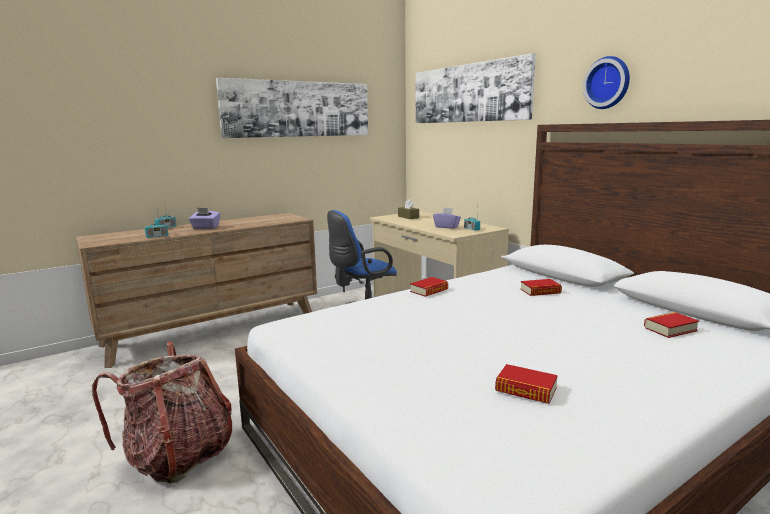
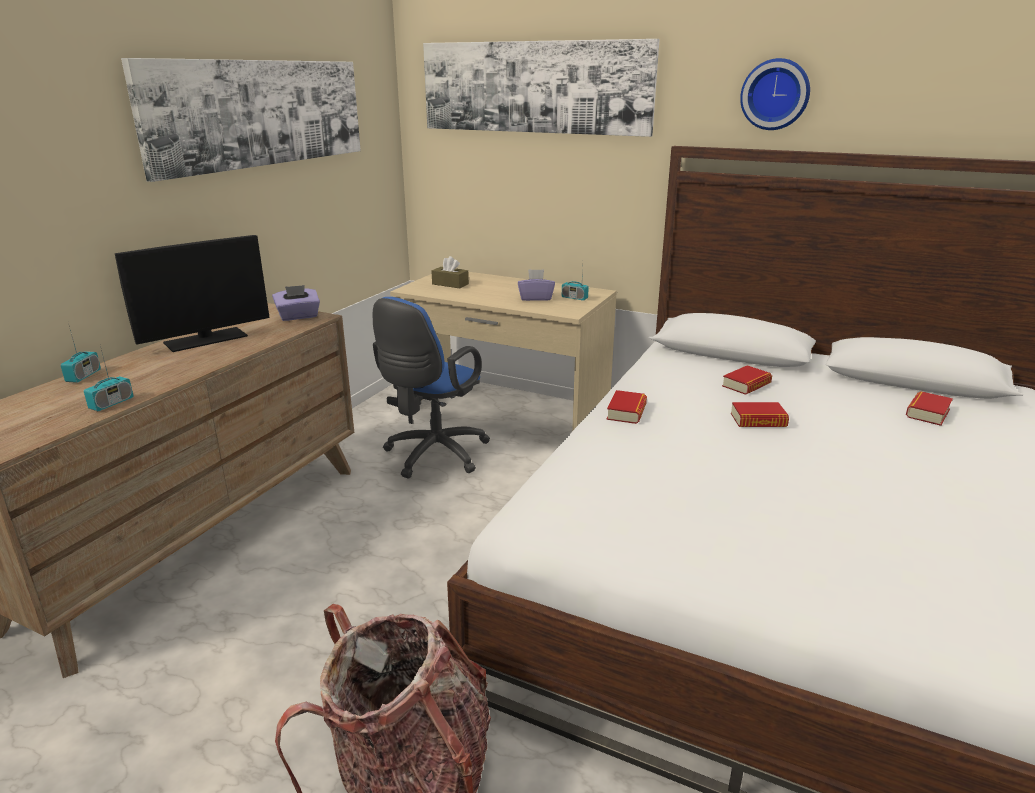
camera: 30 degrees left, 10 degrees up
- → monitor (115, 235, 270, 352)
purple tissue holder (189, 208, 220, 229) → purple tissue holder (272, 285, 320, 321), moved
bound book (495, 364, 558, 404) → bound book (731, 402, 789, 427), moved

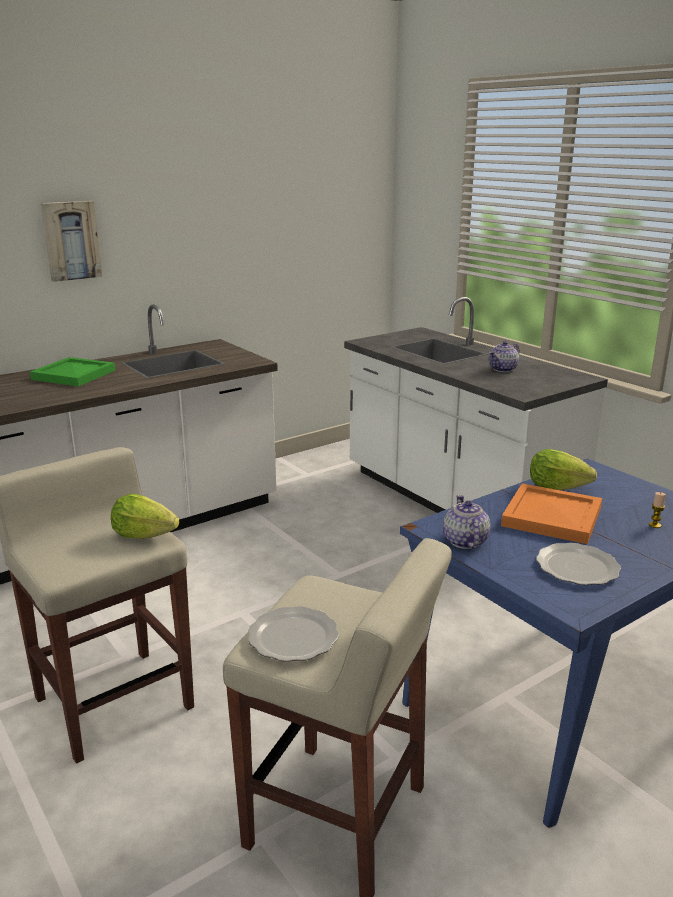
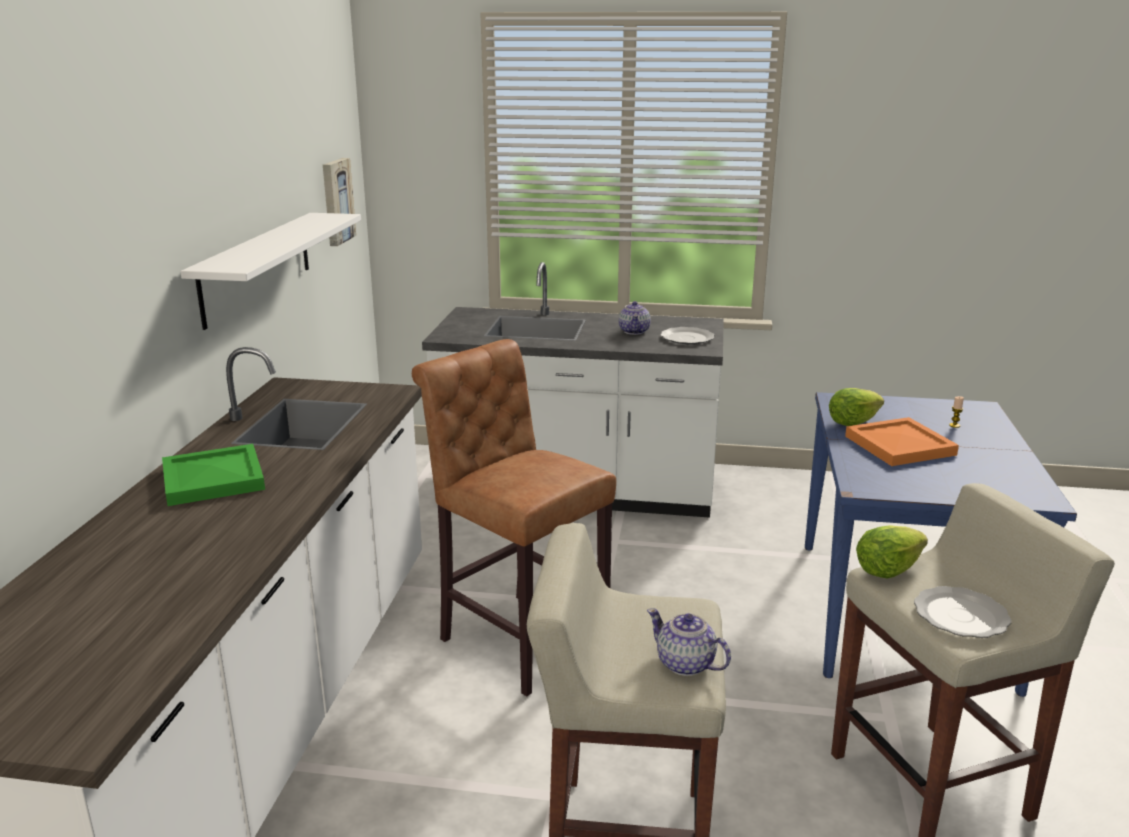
camera: 45 degrees left, 0 degrees up
- → white bracket shelf (180, 213, 361, 330)
- → brown-coloured stool seat (412, 339, 616, 696)
wall art (41, 201, 102, 282) → wall art (323, 158, 356, 246), moved
lettuce head (111, 494, 179, 539) → lettuce head (856, 525, 928, 579), moved
teapot (443, 495, 490, 549) → teapot (647, 608, 731, 676), moved
flat dish (536, 543, 621, 585) → flat dish (661, 327, 714, 344), moved

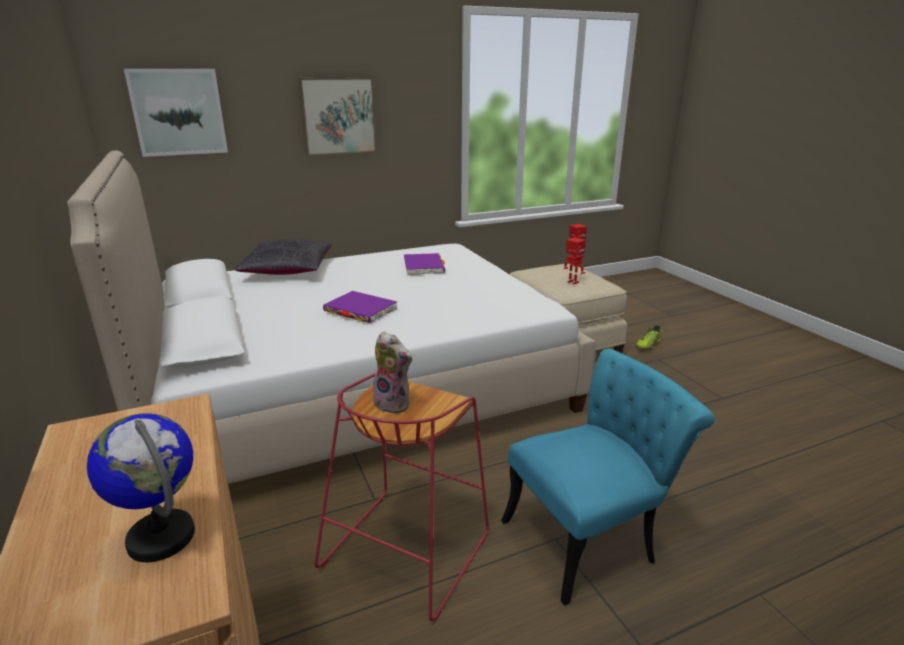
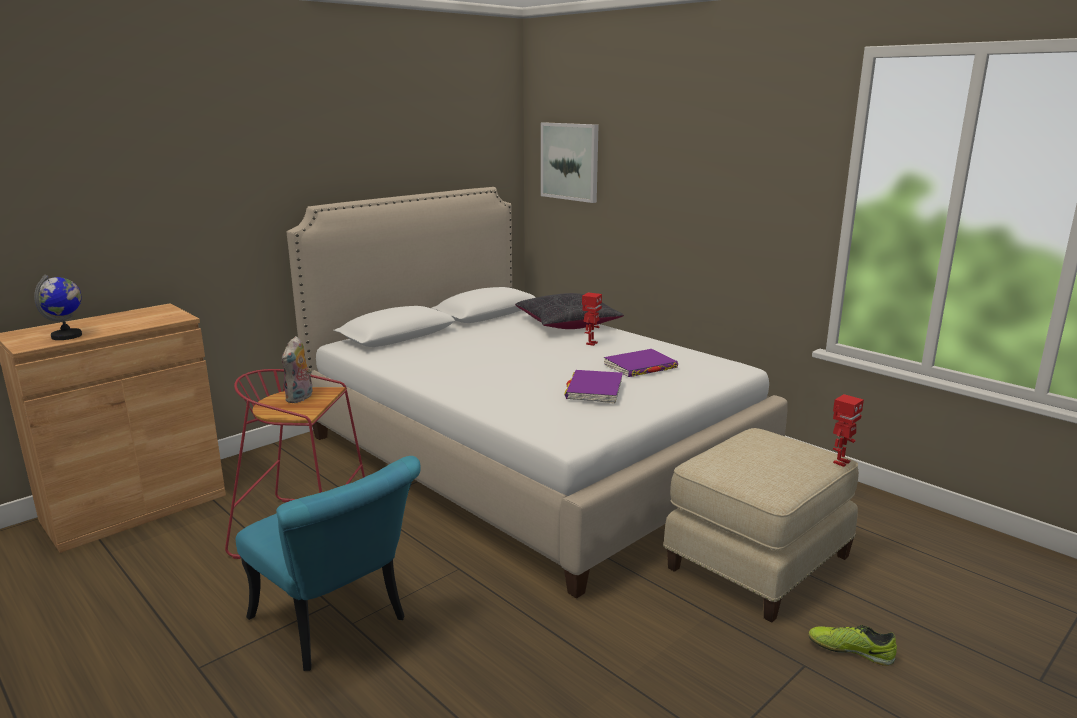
camera: 70 degrees right, 5 degrees down
wall art (298, 77, 377, 156) → -
purple bound book (323, 291, 397, 323) → purple bound book (564, 370, 623, 404), moved
robot figure (564, 237, 586, 284) → robot figure (582, 292, 602, 346), moved

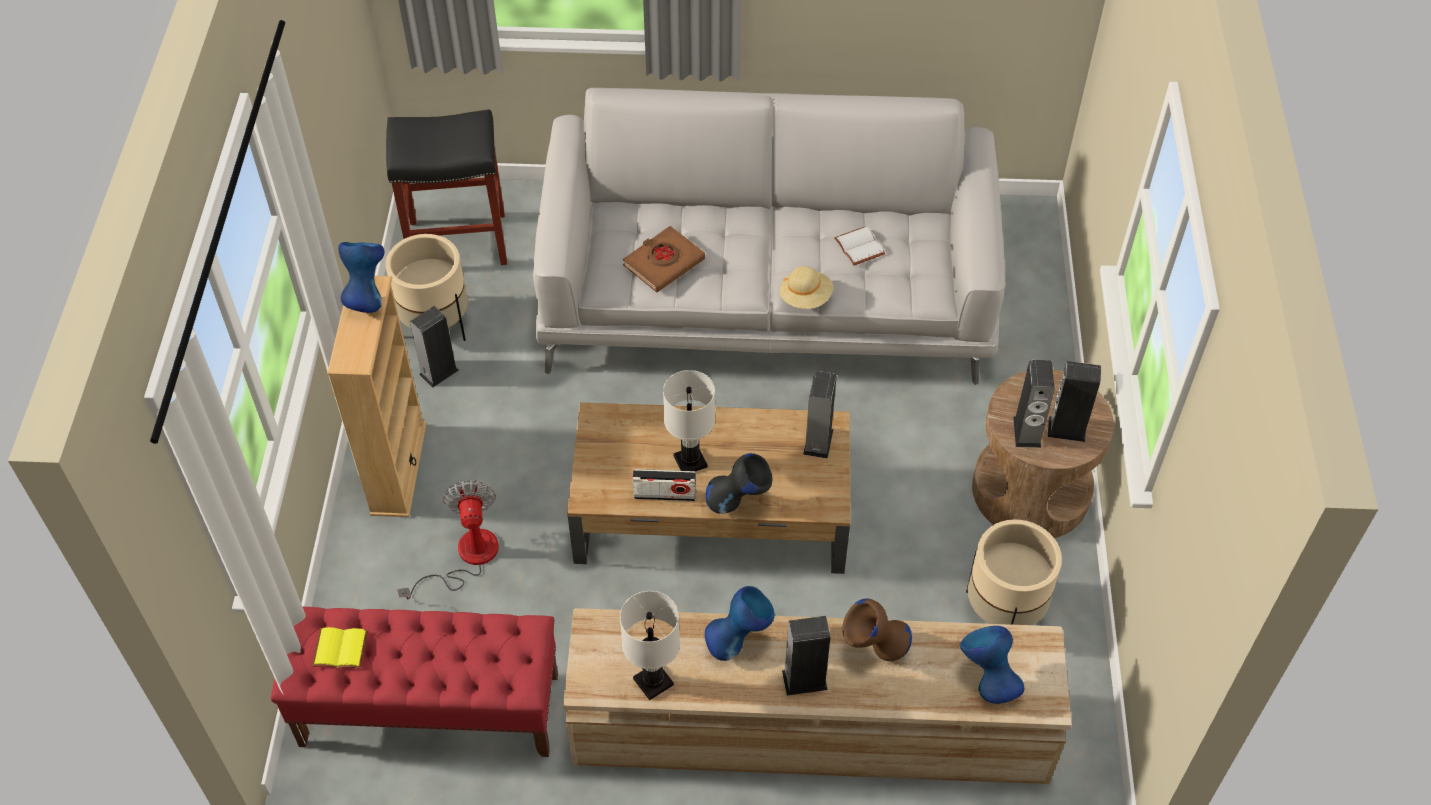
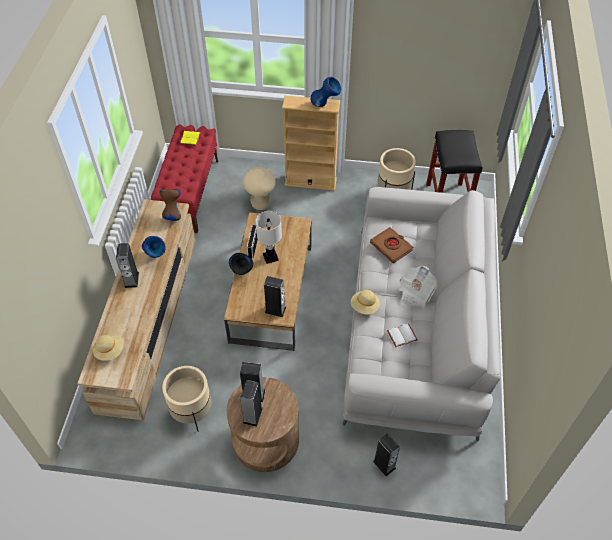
camera: 95 degrees right, 0 degrees up
white table lamp (620, 591, 680, 700) → -
- → newspaper (399, 266, 437, 307)
loudspeaker (410, 306, 459, 388) → loudspeaker (373, 434, 400, 476), moved
brown-coloured flower vase (842, 598, 912, 661) → brown-coloured flower vase (159, 189, 181, 221), moved
cooling fan (397, 480, 499, 600) → sand-coloured stool seat (243, 167, 276, 210)
blue flower vase (960, 626, 1024, 704) → sand-coloured clothing hat (93, 334, 124, 361)

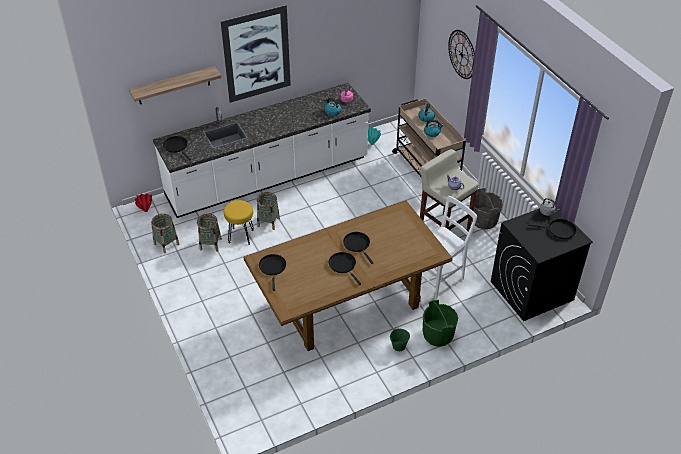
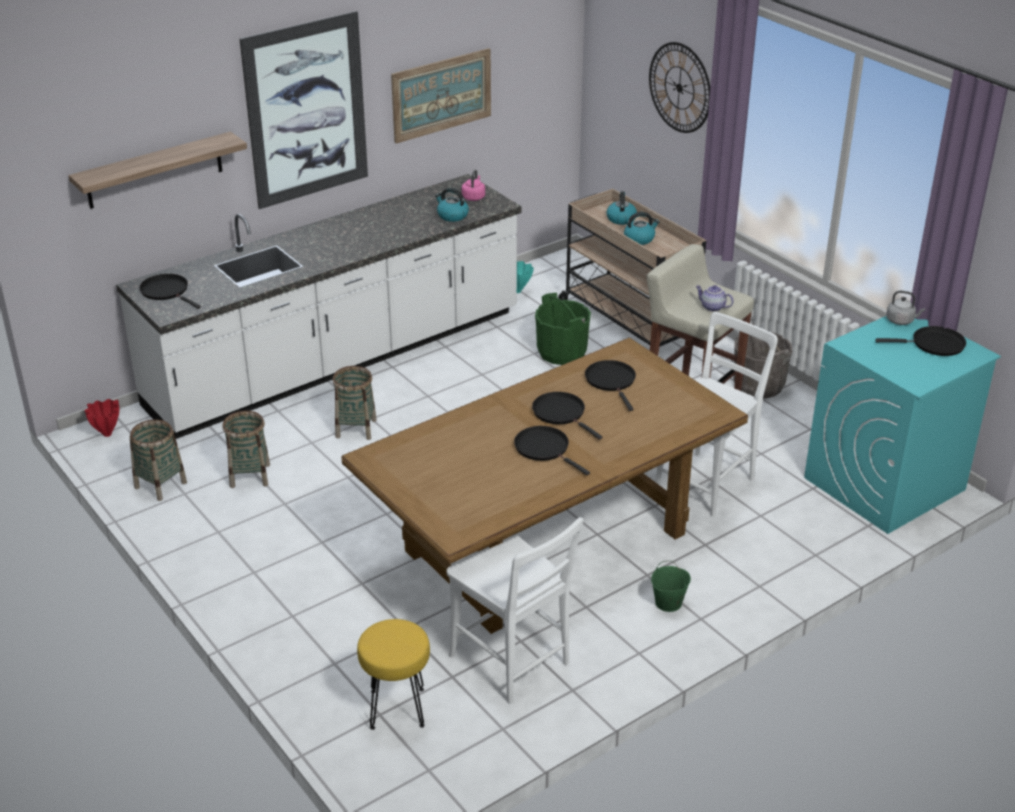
camera: 10 degrees left, 10 degrees down
- → wall art (391, 48, 491, 144)
- → white upright chair (447, 517, 584, 703)
yellow-coloured stool seat (224, 200, 254, 245) → yellow-coloured stool seat (357, 619, 430, 730), moved
black-coloured pan (259, 254, 286, 291) → black-coloured pan (585, 360, 636, 411), moved
green water bucket (423, 300, 458, 347) → green water bucket (535, 293, 591, 365), moved
black-coloured washing machine (491, 203, 593, 321) → turquoise washing machine (804, 316, 1001, 534)

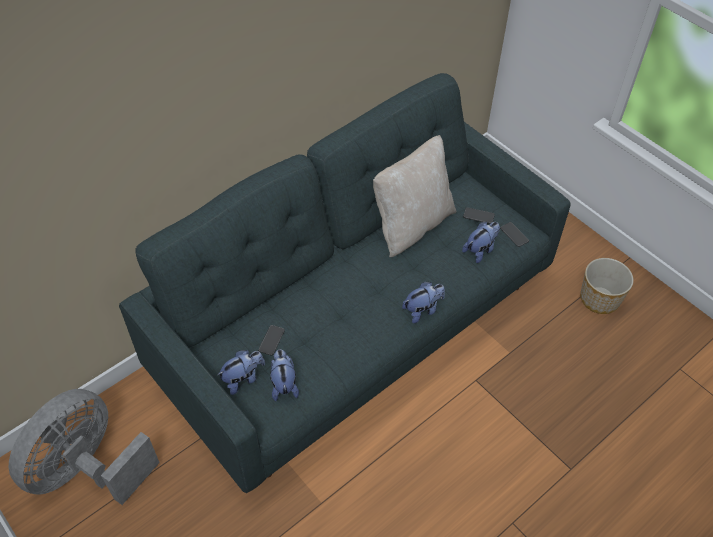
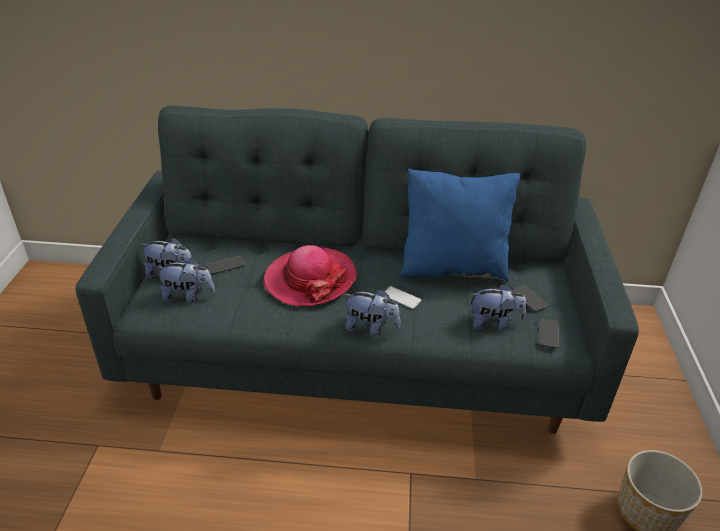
camera: 45 degrees right, 15 degrees down
gray cooling fan (9, 389, 160, 505) → -
- → clothing hat (263, 245, 357, 307)
- → telephone (384, 286, 422, 309)
sand-coloured cushion (373, 135, 456, 257) → blue cushion (399, 169, 521, 282)
plush toy (270, 349, 299, 401) → plush toy (155, 258, 215, 303), 60 degrees clockwise

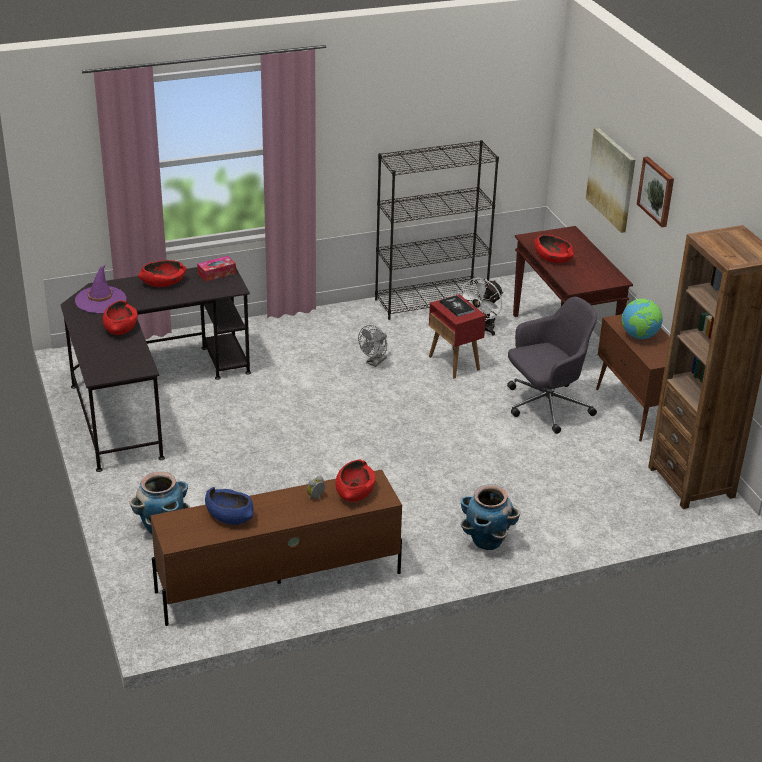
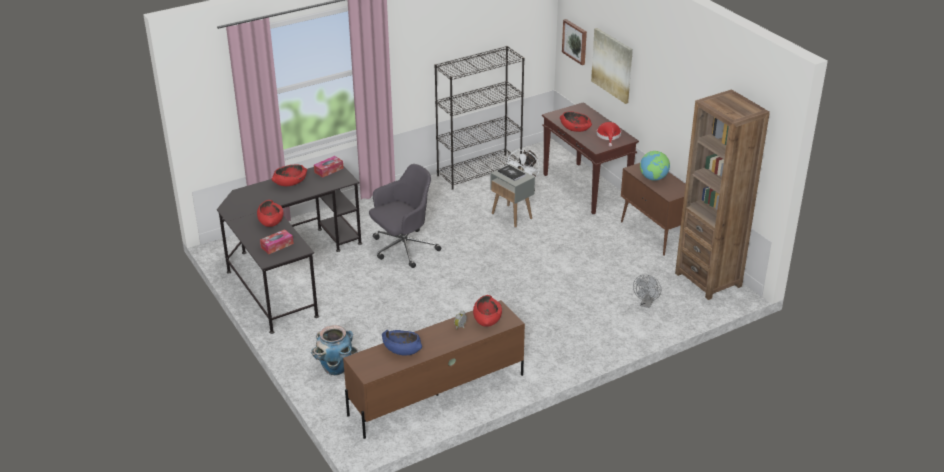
camera: 10 degrees left, 0 degrees up
purple clothing hat (75, 265, 127, 313) → -
flower pot (461, 484, 520, 550) → -
- → tissue holder (260, 229, 294, 254)
- → reddish clothing hat (597, 122, 621, 147)
gray cooling fan (358, 325, 387, 367) → gray cooling fan (633, 275, 661, 308), moved
gray desk chair (507, 297, 597, 434) → gray desk chair (369, 164, 441, 268), moved
wall art (637, 157, 674, 227) → wall art (562, 19, 587, 65), moved
reddish accent table (429, 294, 486, 379) → gray accent table (491, 164, 535, 228)

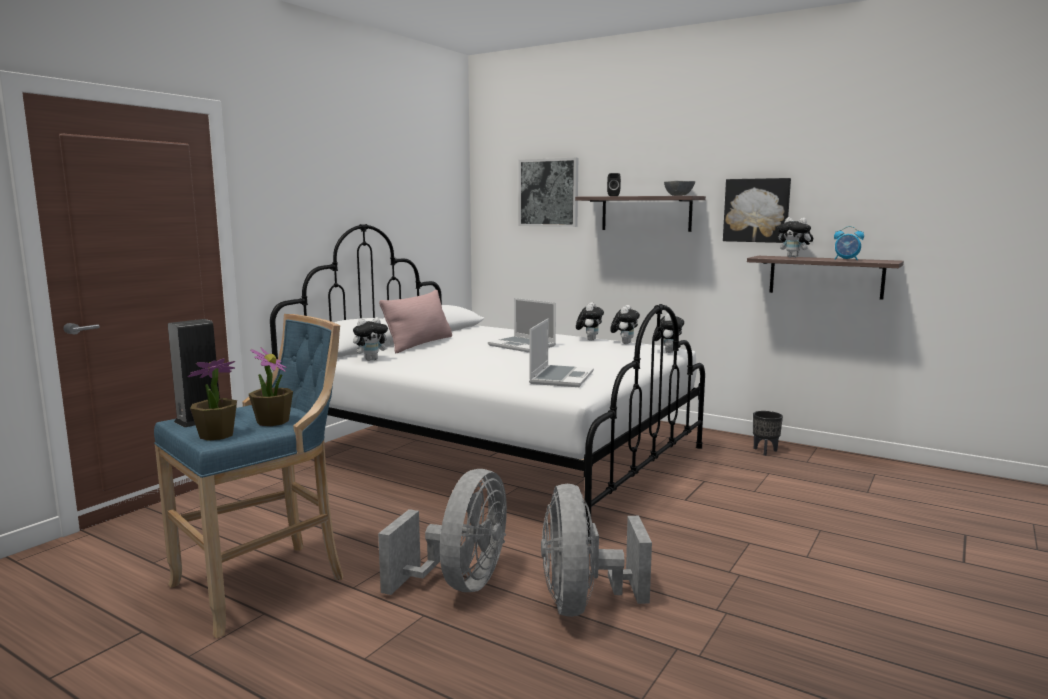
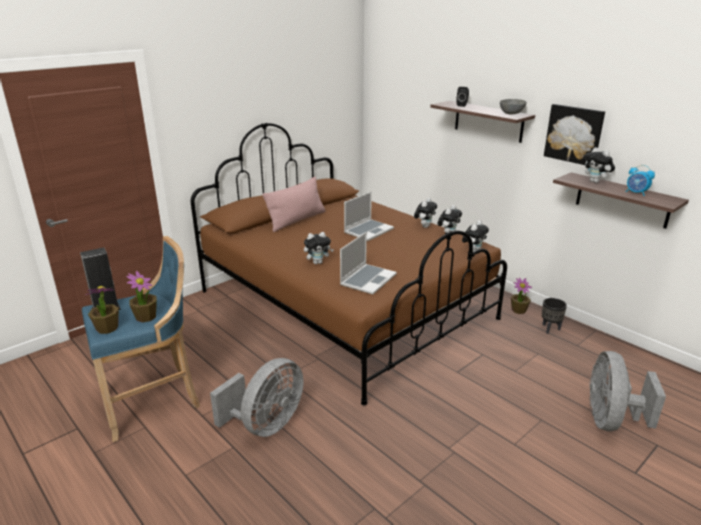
camera: 15 degrees right, 15 degrees up
wall art (519, 158, 578, 227) → -
- → plant in a pot (511, 277, 532, 314)
plush toy (353, 317, 391, 361) → plush toy (304, 232, 334, 264), moved
gray cooling fan (541, 484, 652, 617) → gray cooling fan (589, 351, 666, 431), moved
white bed (270, 224, 705, 544) → brown-coloured bed (191, 123, 507, 405)
notebook computer (488, 298, 556, 352) → notebook computer (344, 191, 394, 241), 105 degrees counterclockwise

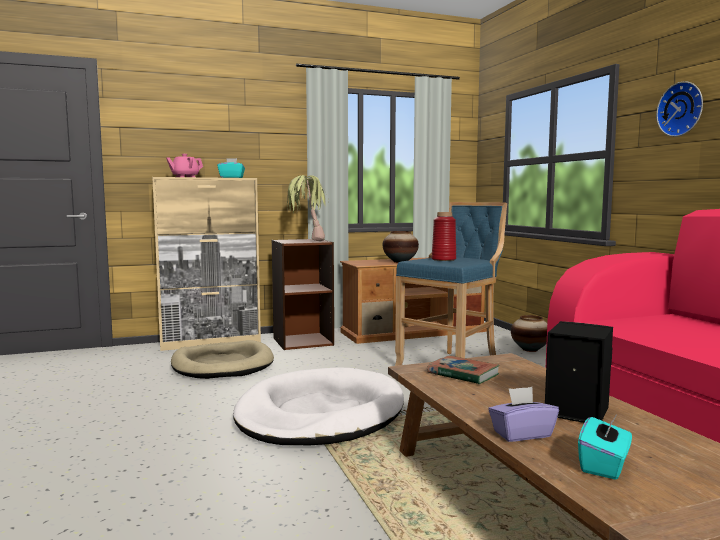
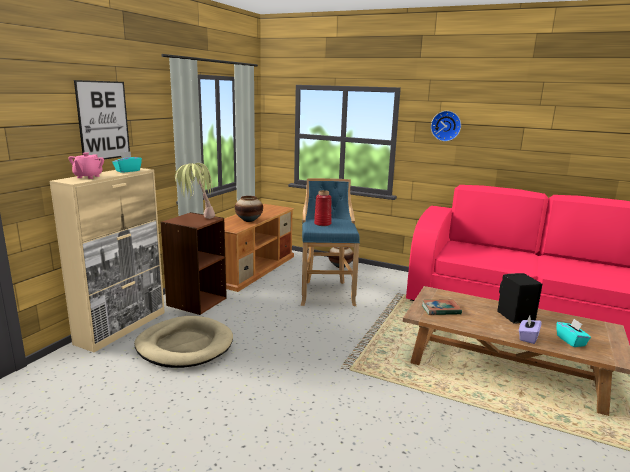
camera: 45 degrees left, 10 degrees up
white dog cushion (233, 367, 404, 445) → -
- → wall art (74, 80, 130, 160)

